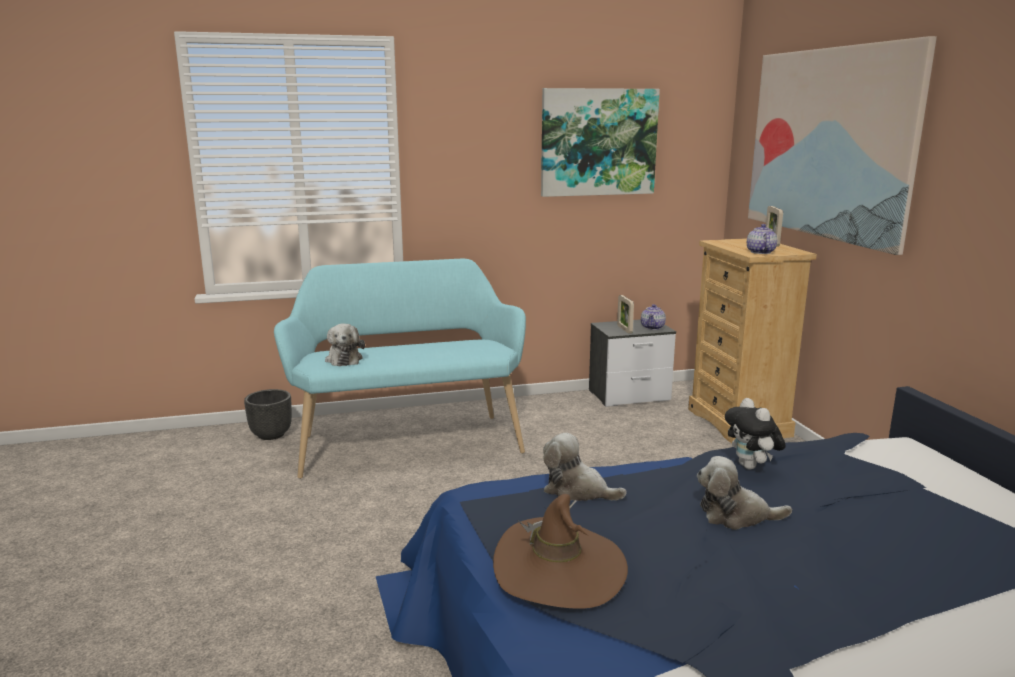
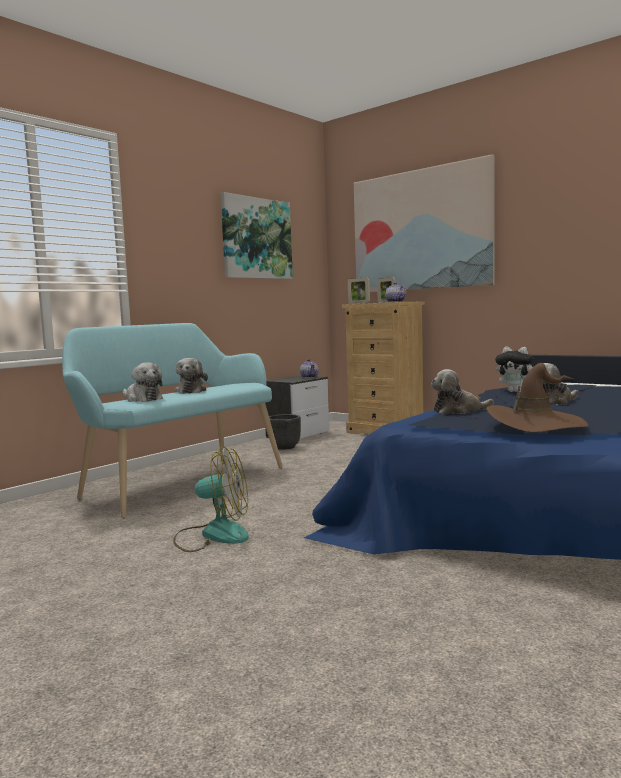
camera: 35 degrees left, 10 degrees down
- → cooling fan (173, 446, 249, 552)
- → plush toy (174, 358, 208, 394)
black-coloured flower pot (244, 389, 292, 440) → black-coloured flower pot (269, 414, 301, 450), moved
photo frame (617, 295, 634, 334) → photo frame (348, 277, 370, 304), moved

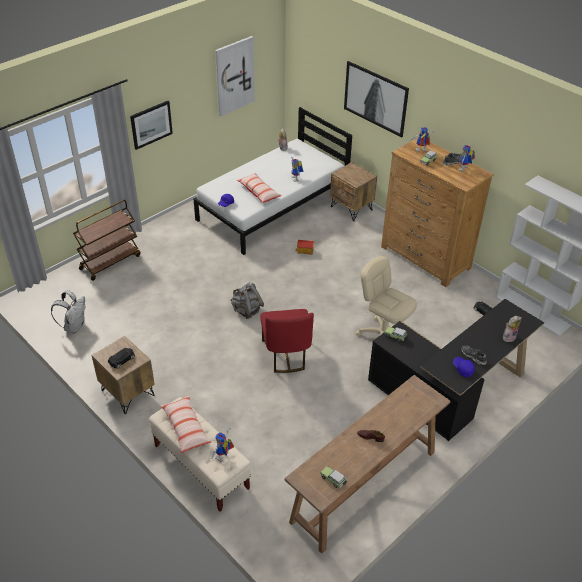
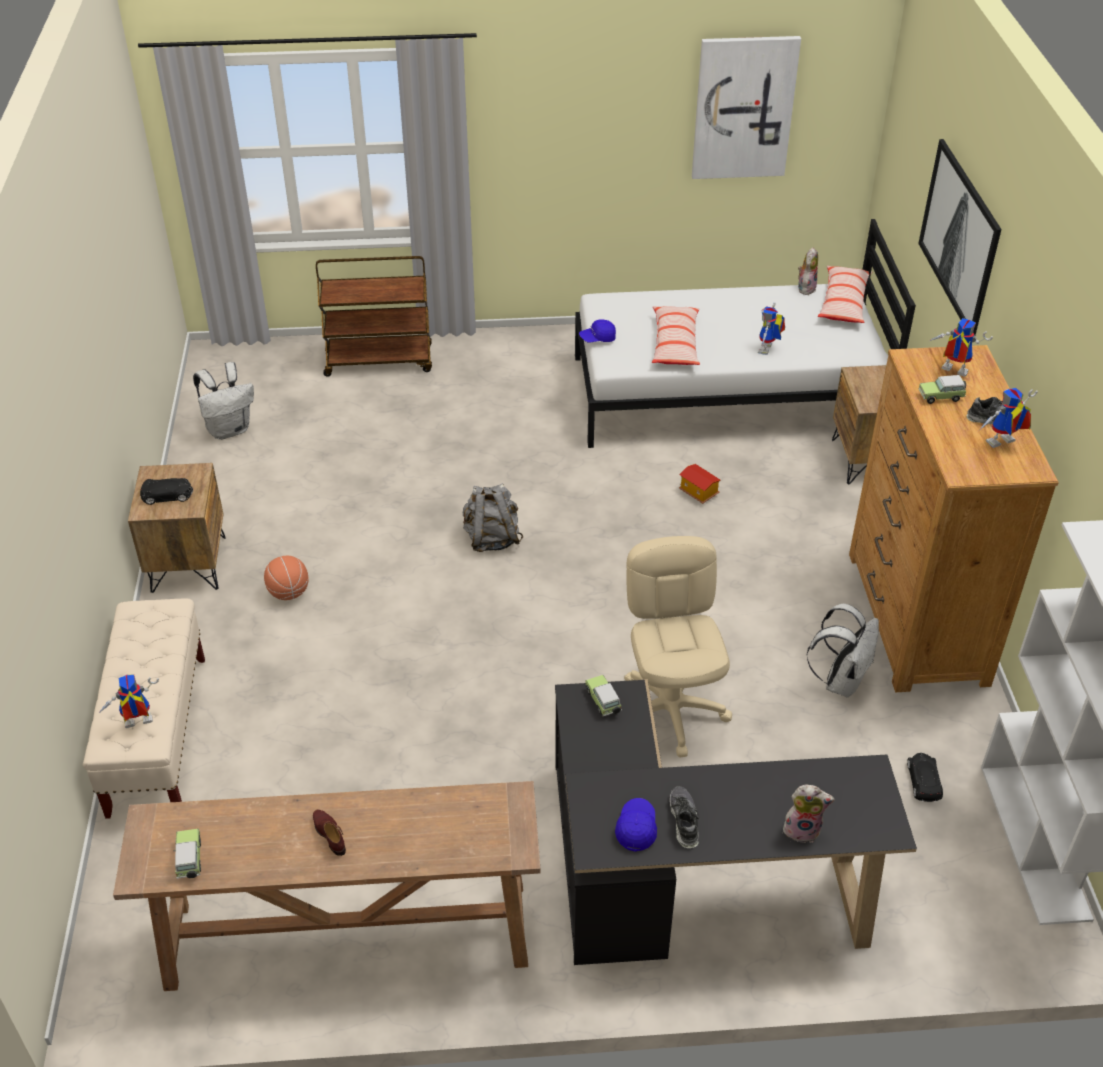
camera: 40 degrees right, 0 degrees up
wall art (130, 101, 173, 150) → -
reddish upright chair (261, 309, 314, 373) → -
- → ball for basketball (264, 556, 309, 600)
- → white rucksack (807, 603, 879, 698)
cushion (160, 396, 211, 453) → cushion (818, 266, 872, 323), moved

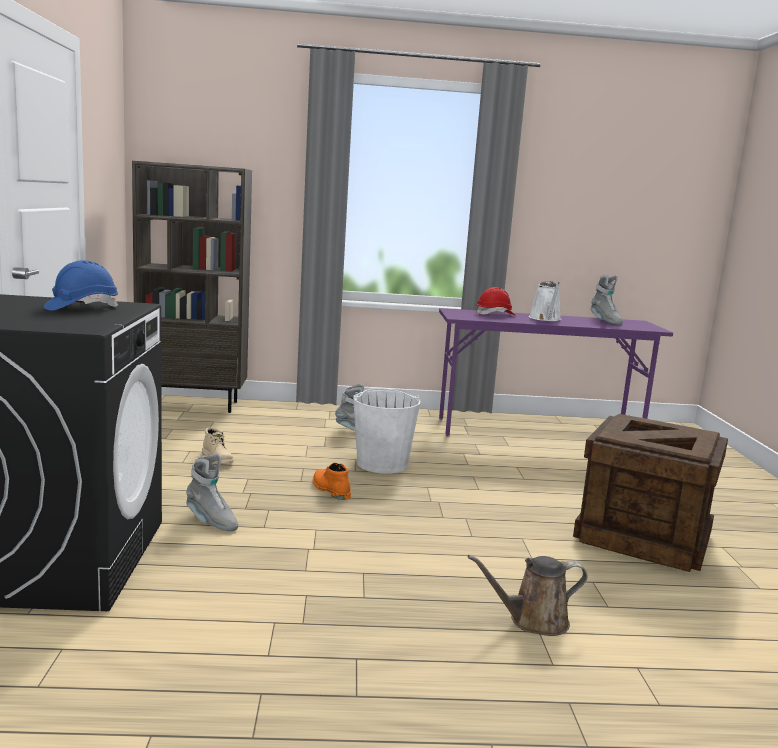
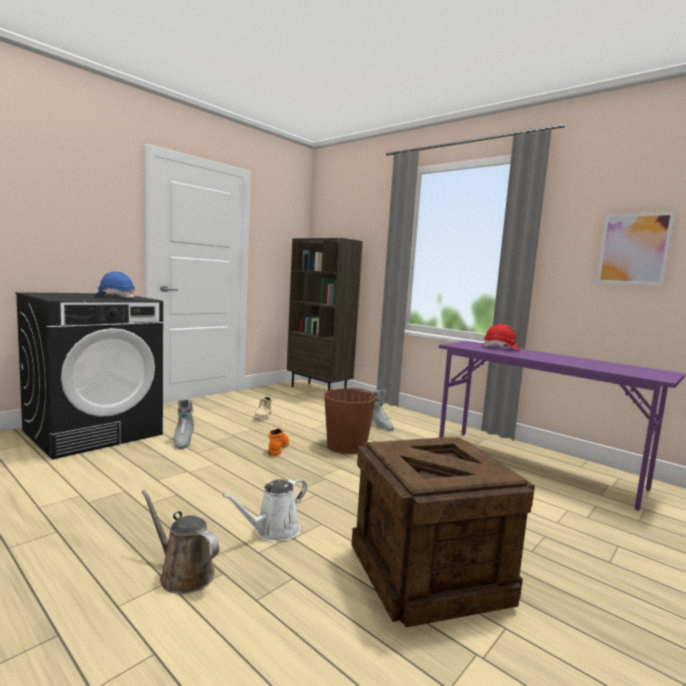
camera: 45 degrees right, 5 degrees down
gray tall boot (590, 275, 623, 325) → -
- → wall art (596, 212, 675, 286)
white watering pot (529, 281, 561, 321) → white watering pot (222, 478, 307, 542), moved
white water bucket (353, 388, 421, 474) → brown-coloured water bucket (324, 388, 376, 454)

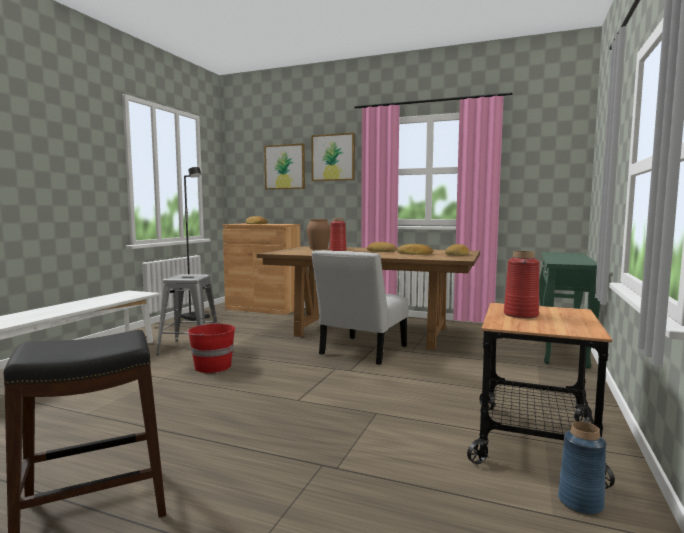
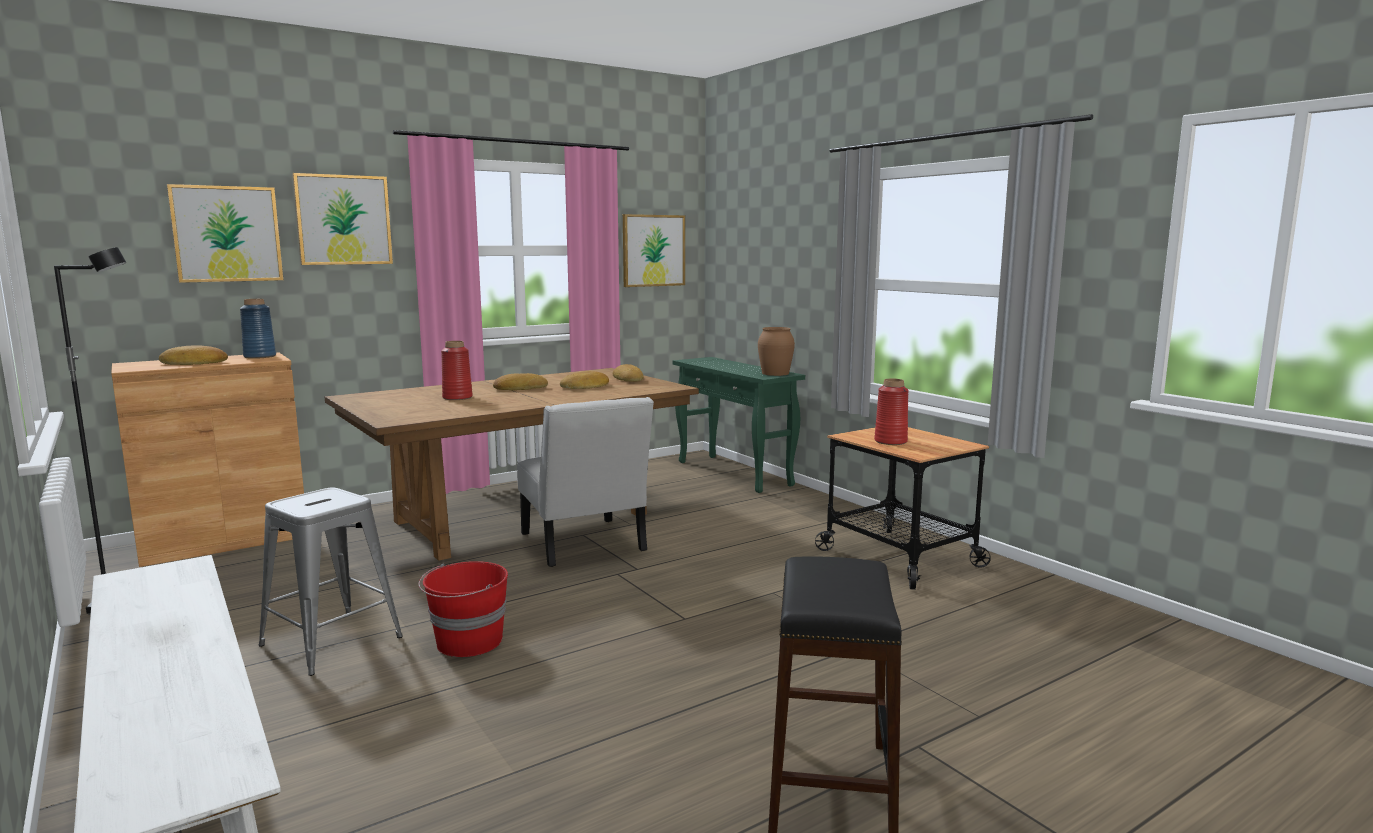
camera: 55 degrees left, 5 degrees up
- → wall art (623, 214, 685, 287)
brown-coloured flower vase (307, 219, 330, 250) → brown-coloured flower vase (758, 327, 795, 376), moved
blue flower vase (558, 422, 606, 515) → blue flower vase (240, 299, 276, 359), moved

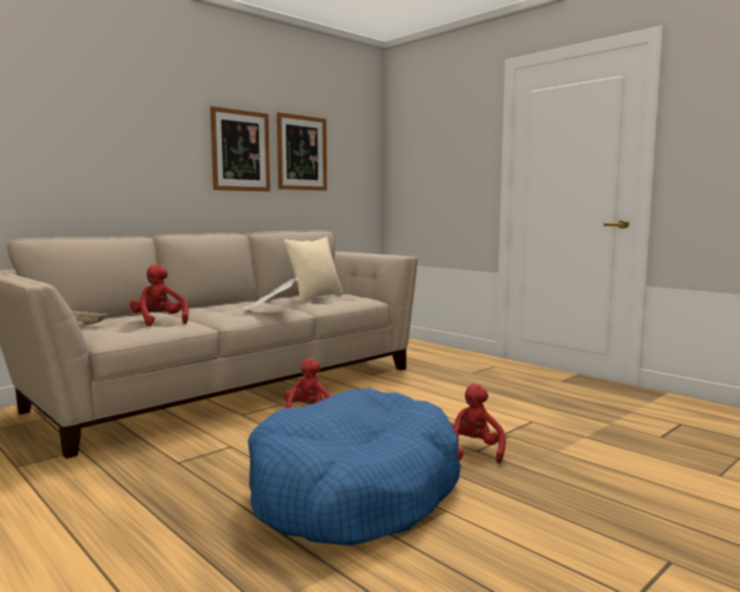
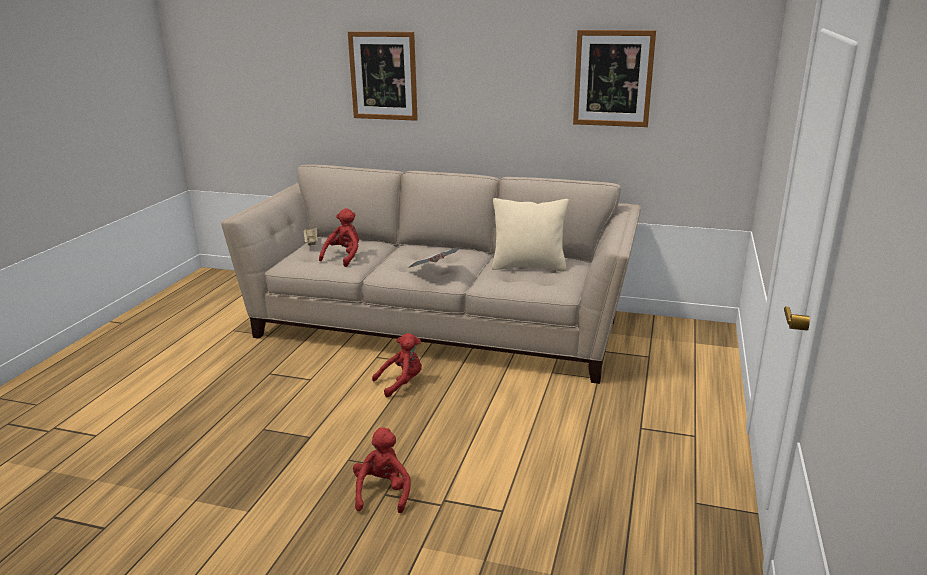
camera: 60 degrees right, 15 degrees up
blue dog cushion (248, 388, 461, 546) → -
wall art (210, 106, 270, 192) → wall art (348, 31, 418, 121), moved
reddish plush toy (450, 384, 506, 464) → reddish plush toy (353, 427, 411, 513), 60 degrees counterclockwise

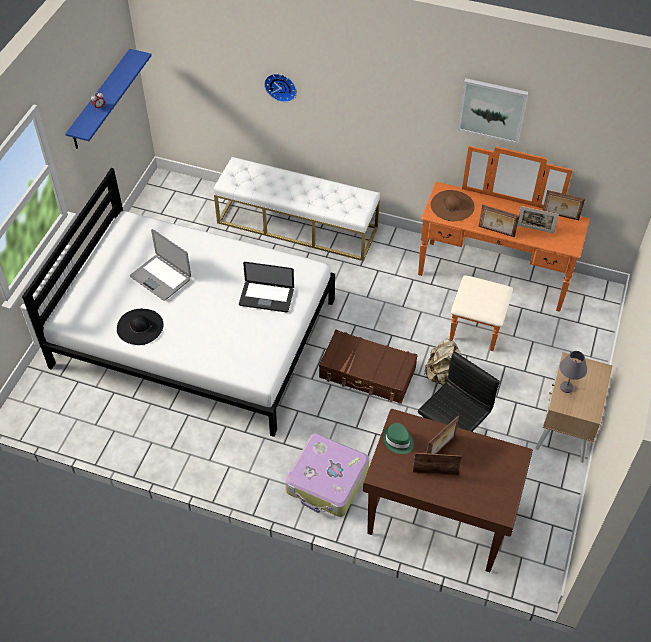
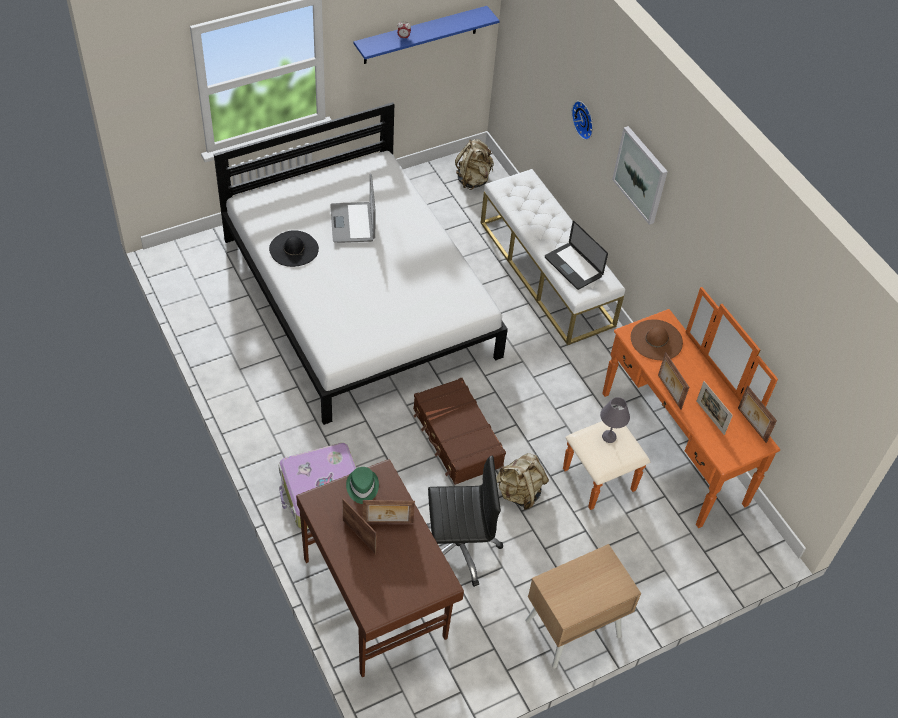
camera: 40 degrees right, 0 degrees up
- → sand-coloured rucksack (455, 139, 494, 190)
notebook computer (239, 262, 294, 312) → notebook computer (545, 221, 608, 290), moved
wall art (457, 78, 528, 144) → wall art (612, 126, 668, 225), moved
gray table lamp (559, 351, 587, 393) → gray table lamp (600, 397, 630, 443), moved

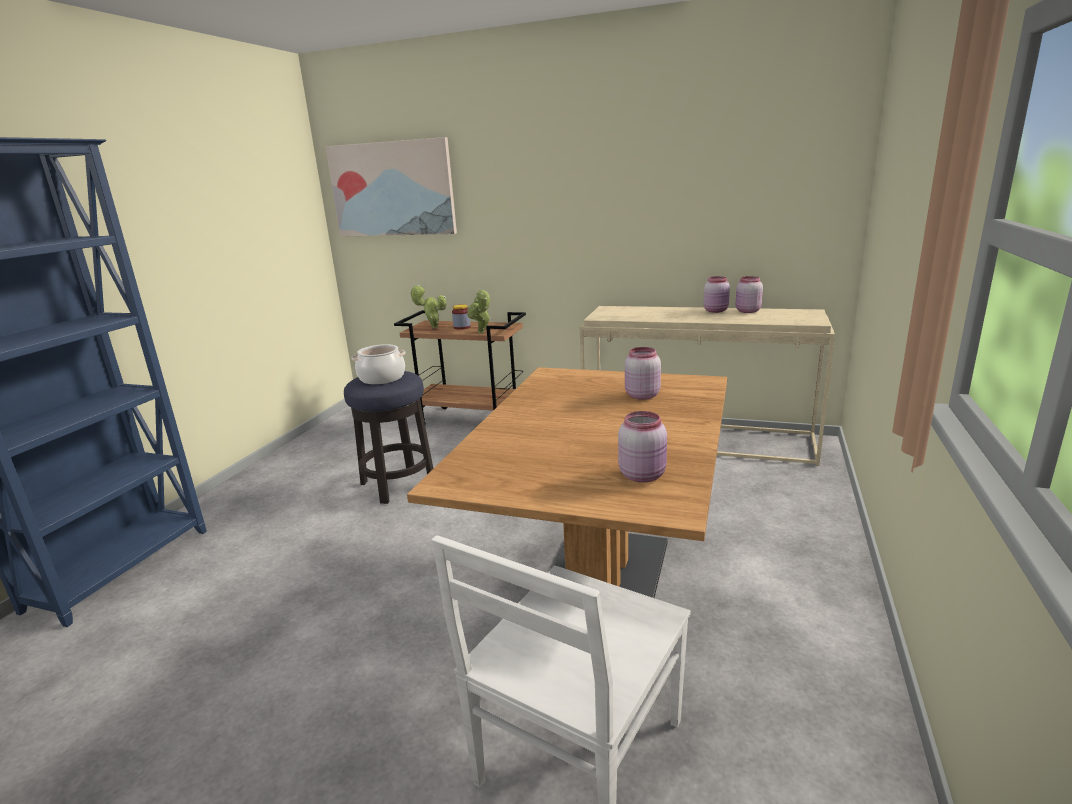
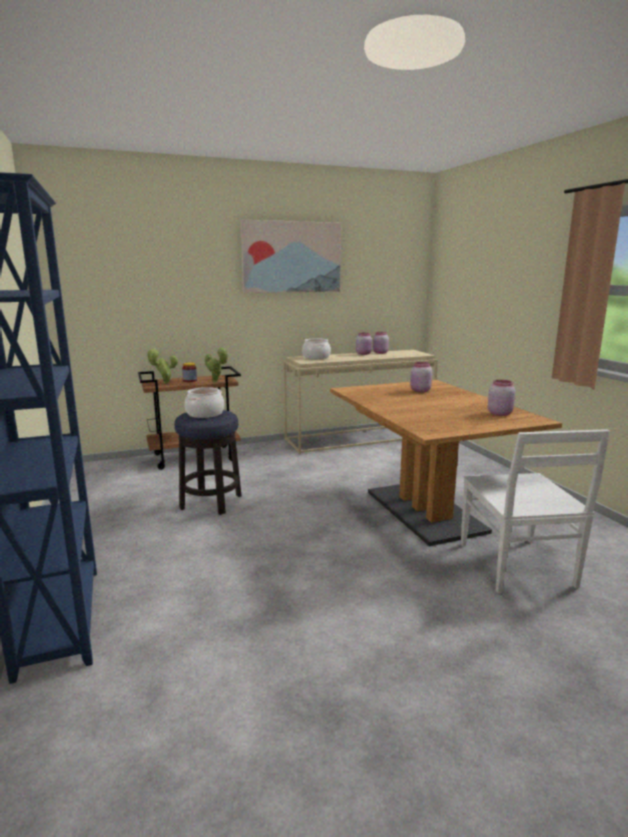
camera: 40 degrees left, 5 degrees down
- → saucepot (302, 338, 331, 359)
wall art (325, 137, 457, 237) → wall art (240, 220, 341, 293), moved

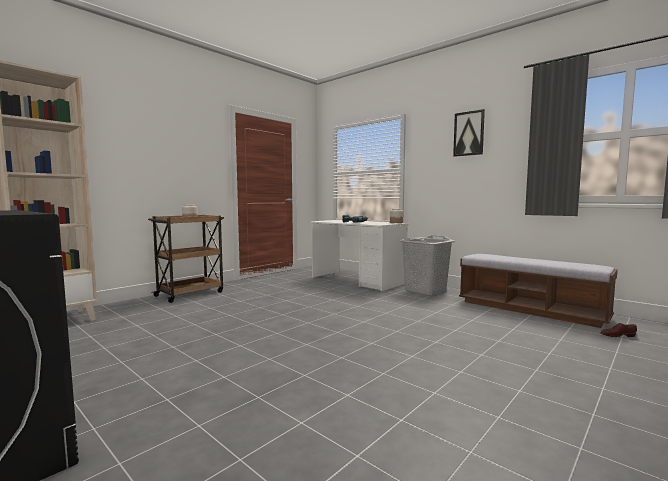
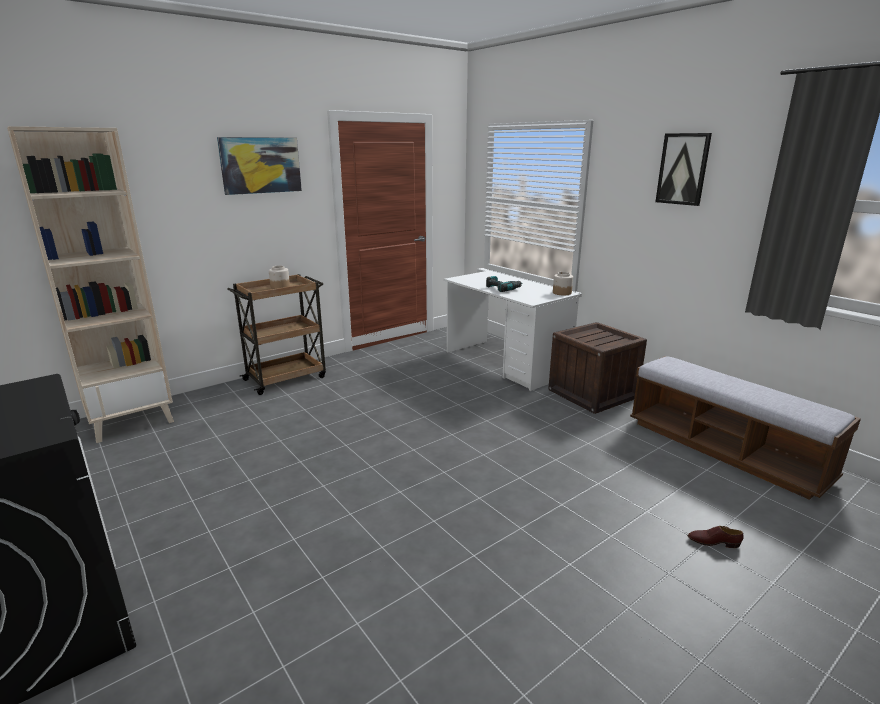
camera: 10 degrees right, 15 degrees up
- → wall art (217, 137, 302, 195)
brown-coloured item of footwear (600, 323, 637, 337) → brown-coloured item of footwear (688, 526, 744, 548), moved
gray laundry basket (399, 235, 455, 296) → crate (548, 322, 647, 414)

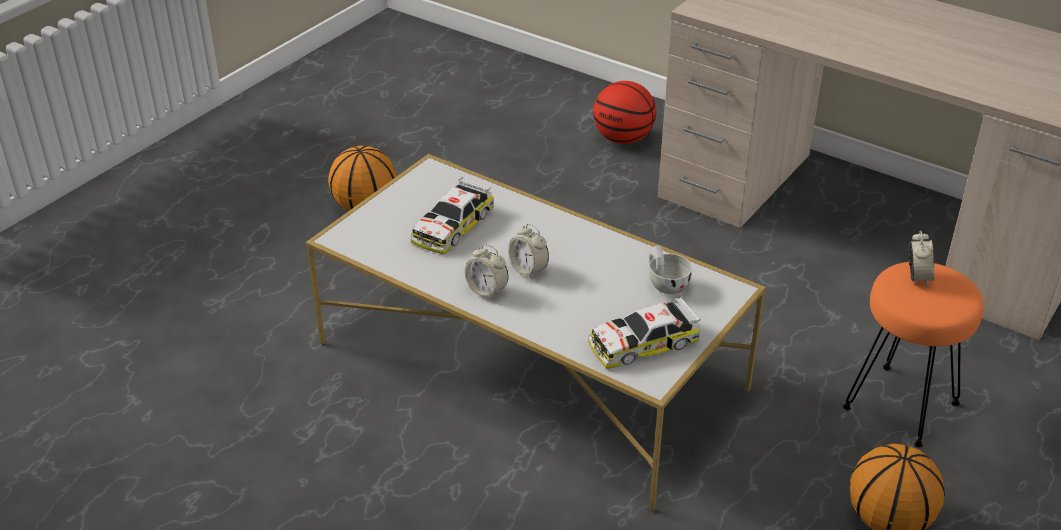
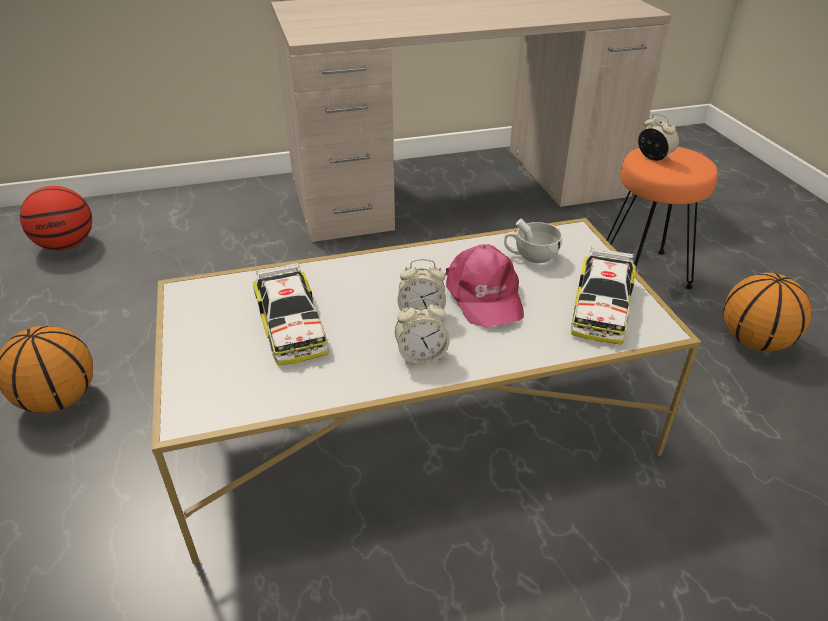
camera: 50 degrees left, 0 degrees up
- → pink cap (445, 244, 524, 327)
ball for basketball (593, 81, 656, 144) → ball for basketball (20, 186, 92, 251), moved

